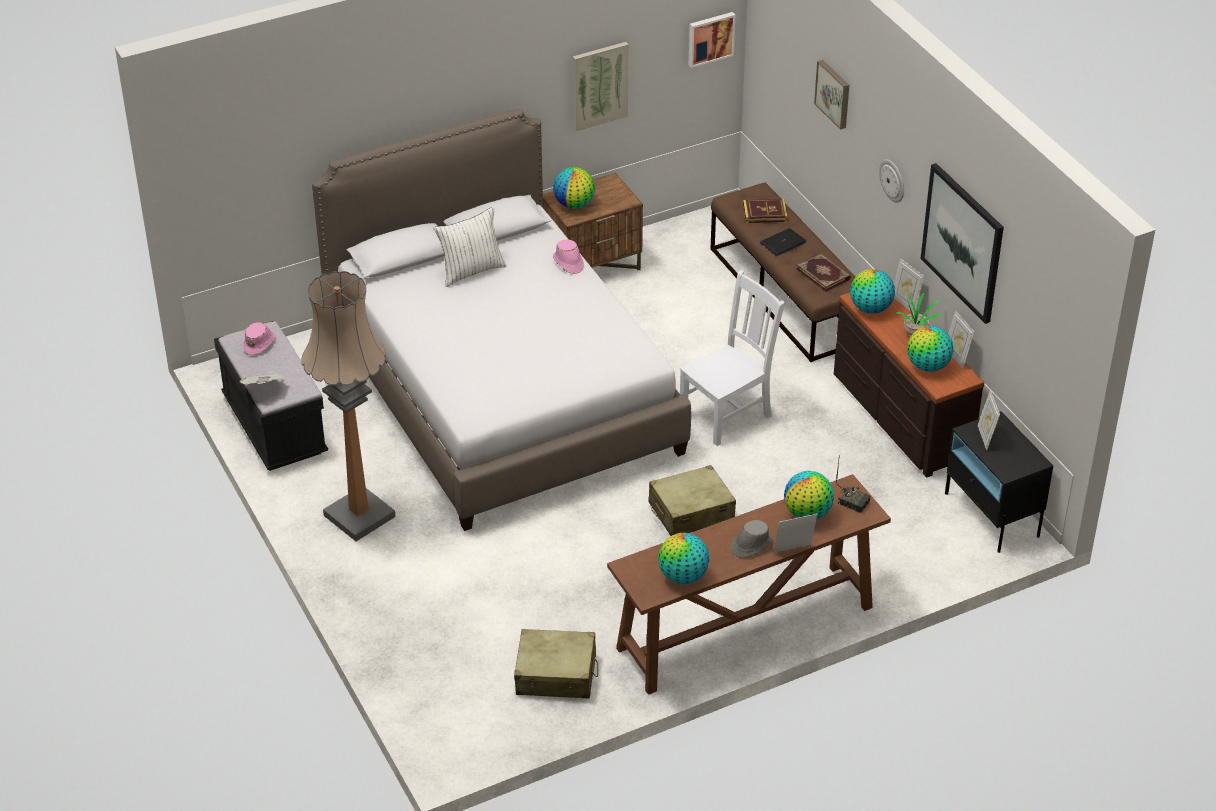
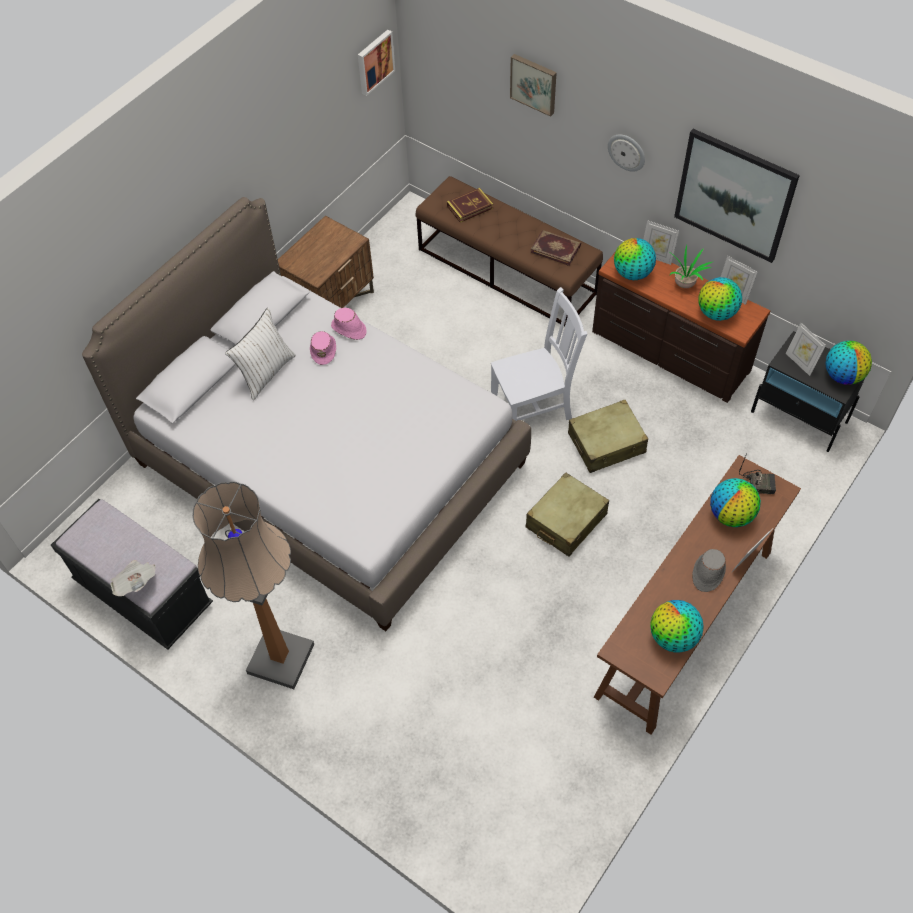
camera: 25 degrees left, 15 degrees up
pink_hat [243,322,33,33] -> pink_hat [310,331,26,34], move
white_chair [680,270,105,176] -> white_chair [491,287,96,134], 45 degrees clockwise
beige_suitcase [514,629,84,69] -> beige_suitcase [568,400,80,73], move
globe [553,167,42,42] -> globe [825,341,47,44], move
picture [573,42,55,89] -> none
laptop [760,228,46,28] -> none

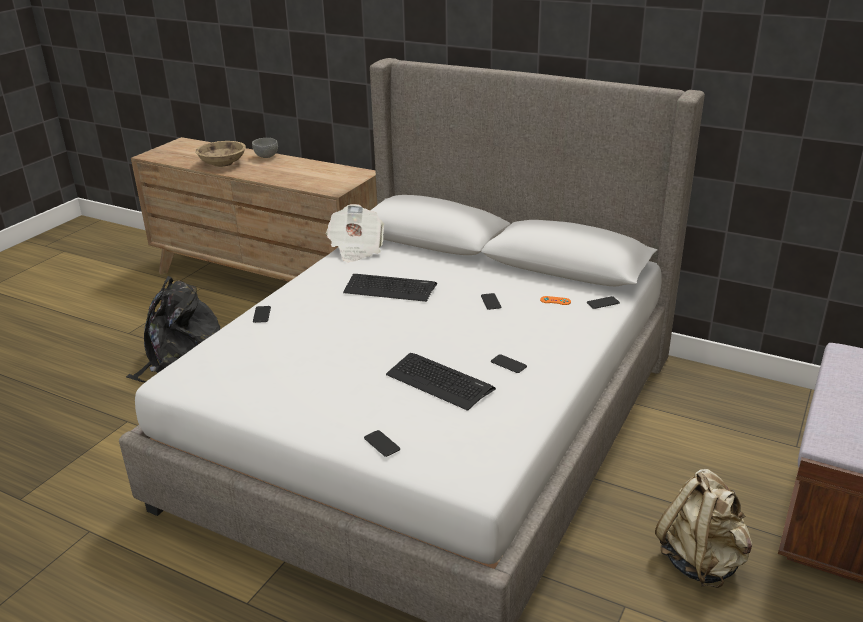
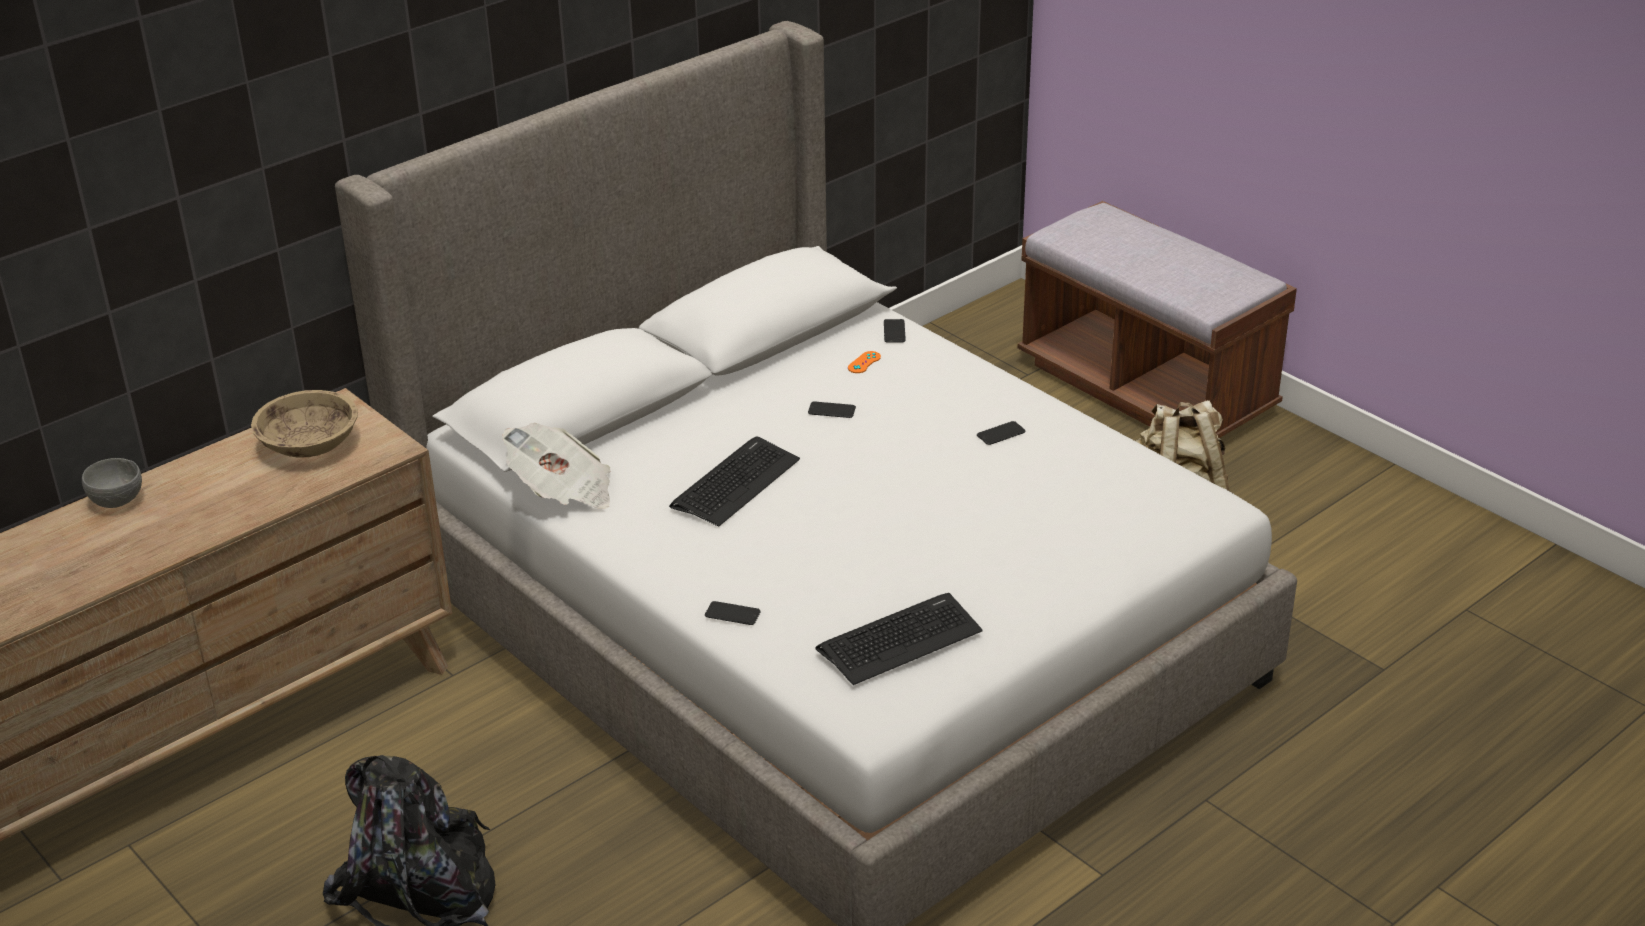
camera: 70 degrees left, 5 degrees up
beige_bowl [195,141,51,26] -> beige_bowl [251,390,107,68], move
keyboard [386,353,110,58] -> keyboard [815,593,167,92], move
phone [364,430,36,27] -> none

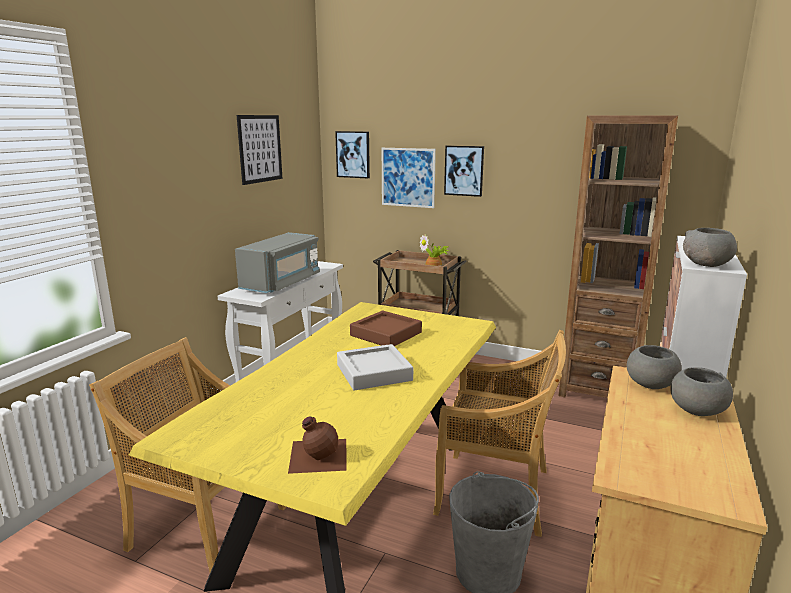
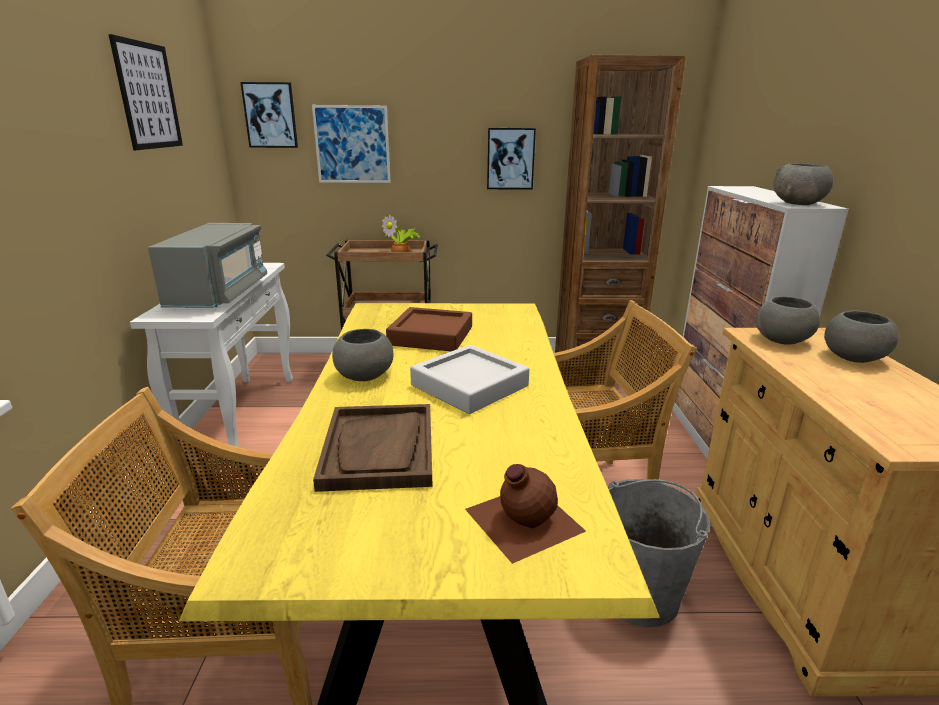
camera: 25 degrees left, 5 degrees up
none -> brown_tray [313,404,120,88]
none -> grey_bowl [332,329,61,52]
picture [444,146,40,51] -> picture [487,128,49,62], move

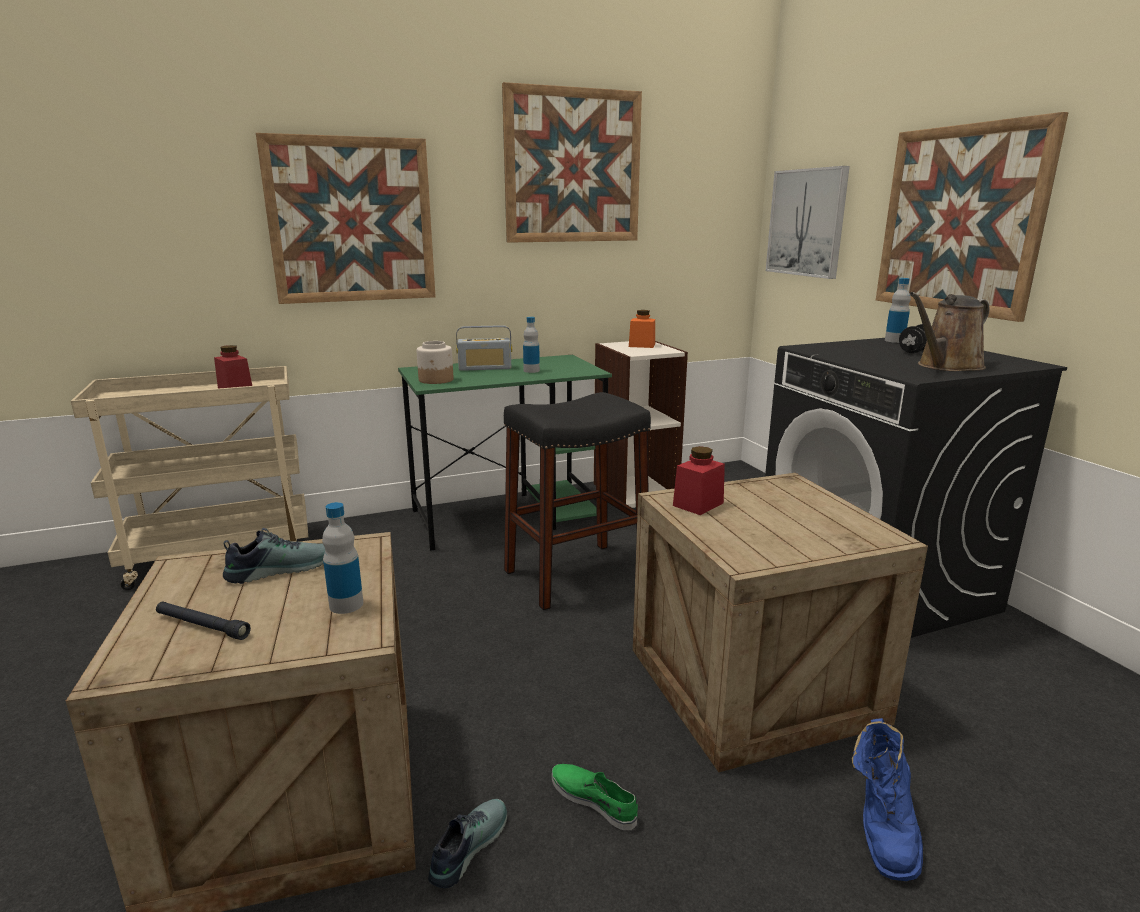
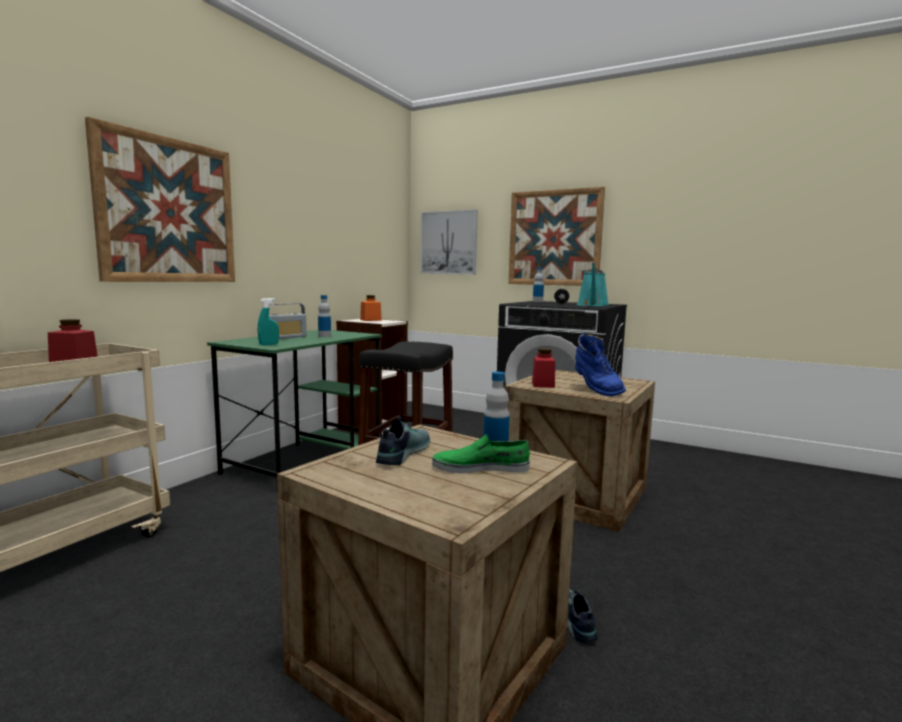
camera: 40 degrees left, 10 degrees down
jar [416,341,37,43] -> turquoise_spray_bottle [258,298,21,47]
green_shoe [552,764,86,66] -> green_shoe [432,434,98,40], move
blue_boot [852,718,71,163] -> blue_boot [575,334,51,62], move
brown_watering_can [910,292,80,80] -> turquoise_watering_can [577,263,31,43]
black_flashlight [156,602,95,38] -> none
picture [502,82,140,161] -> none

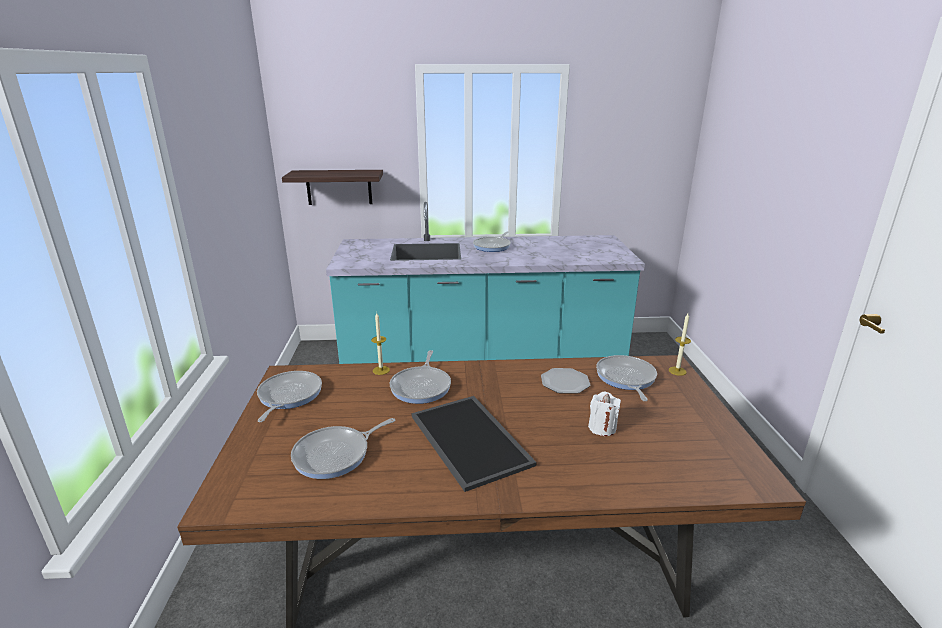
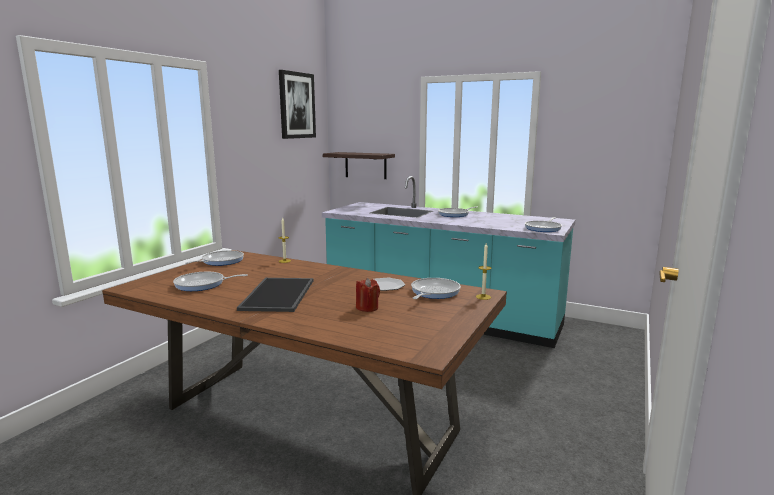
camera: 30 degrees right, 10 degrees down
none -> picture [279,70,37,69]
white_candle [588,392,33,44] -> red_candle [356,278,24,34]
frying_pan [390,350,61,54] -> frying_pan [525,217,37,15], move

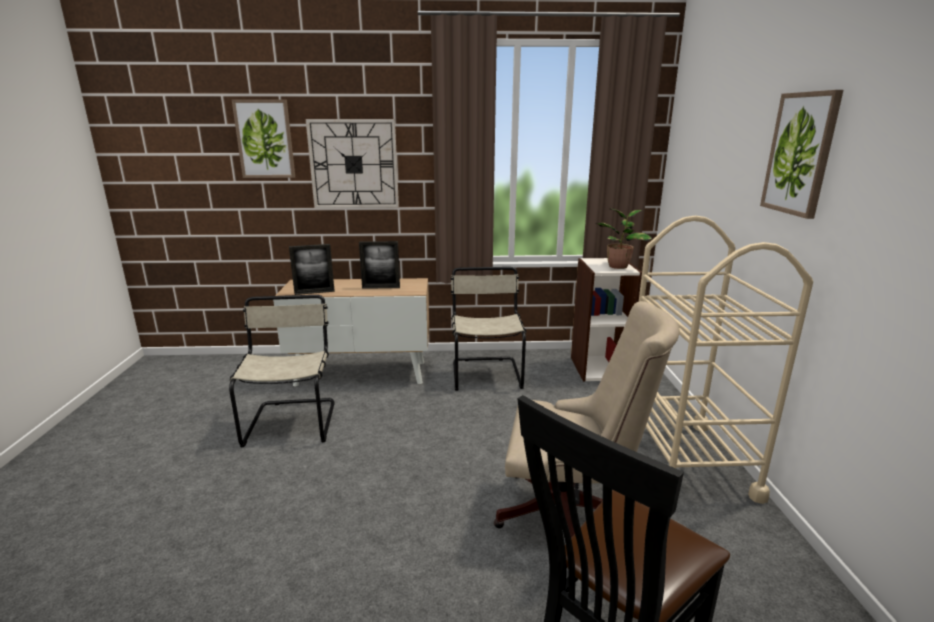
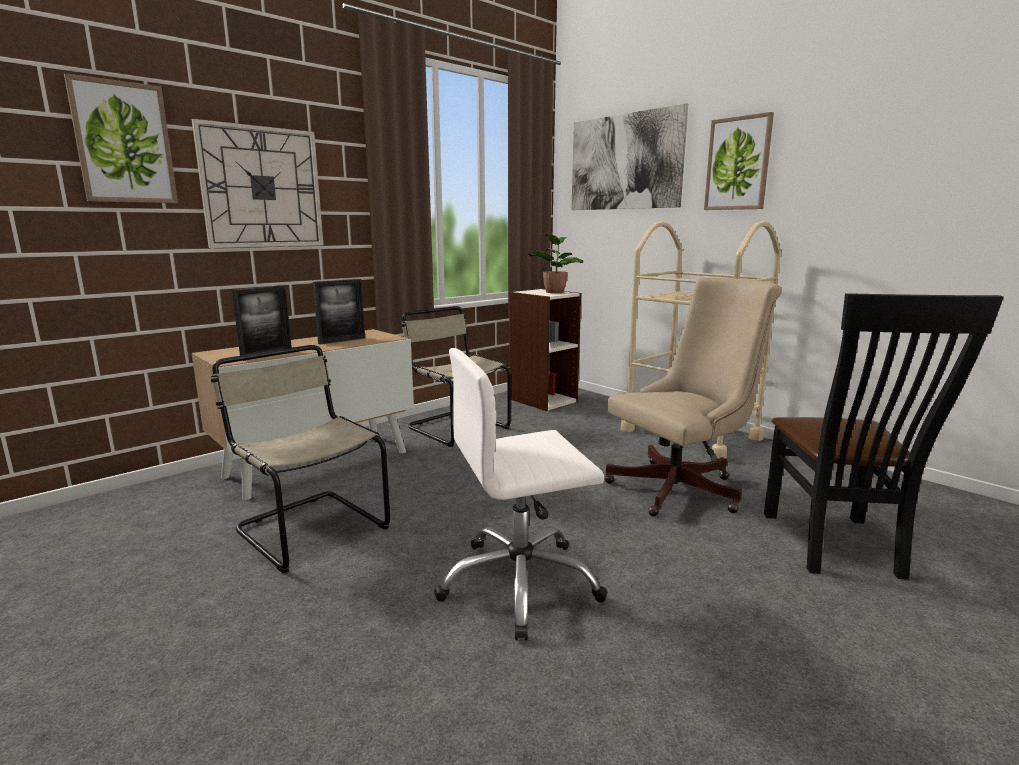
camera: 40 degrees left, 5 degrees down
none -> white_office_chair [434,348,173,292]
none -> picture [571,103,117,107]

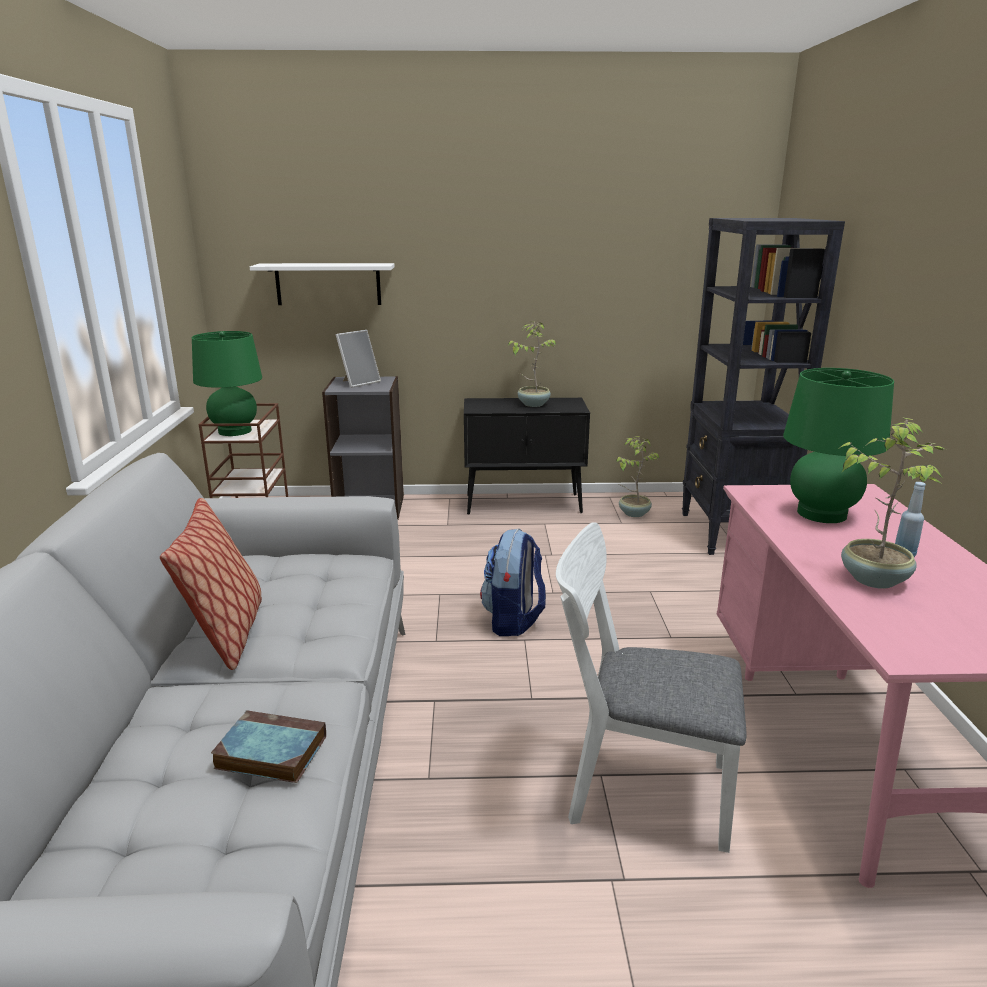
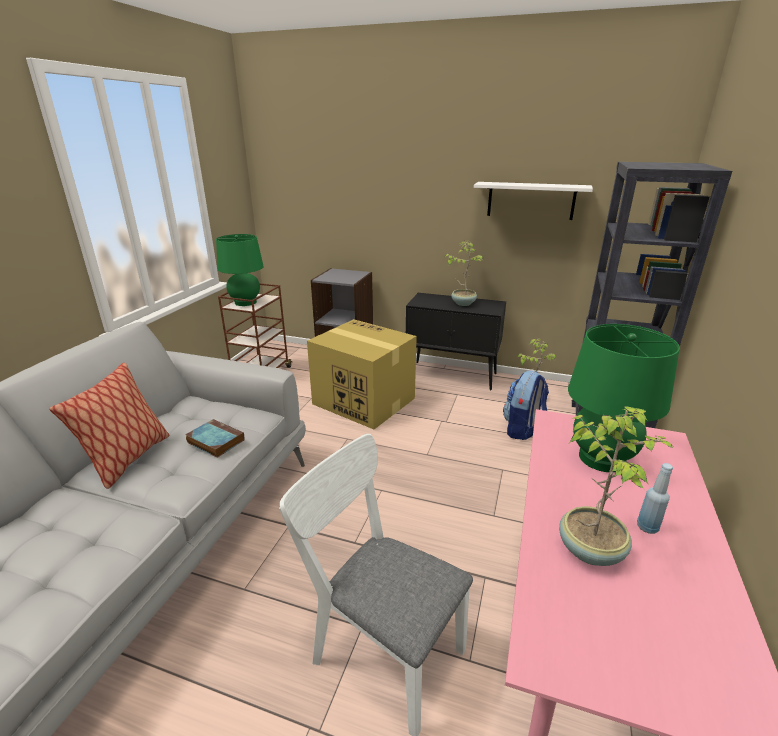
camera: 20 degrees right, 5 degrees up
book [211,710,115,73] -> book [185,419,60,39], move
none -> cardboard_box [307,319,110,110]
white_shelf [250,263,145,42] -> white_shelf [474,182,119,38], move
backpack [480,529,66,107] -> backpack [503,370,46,70], move
picture_frame [336,330,45,58] -> none

